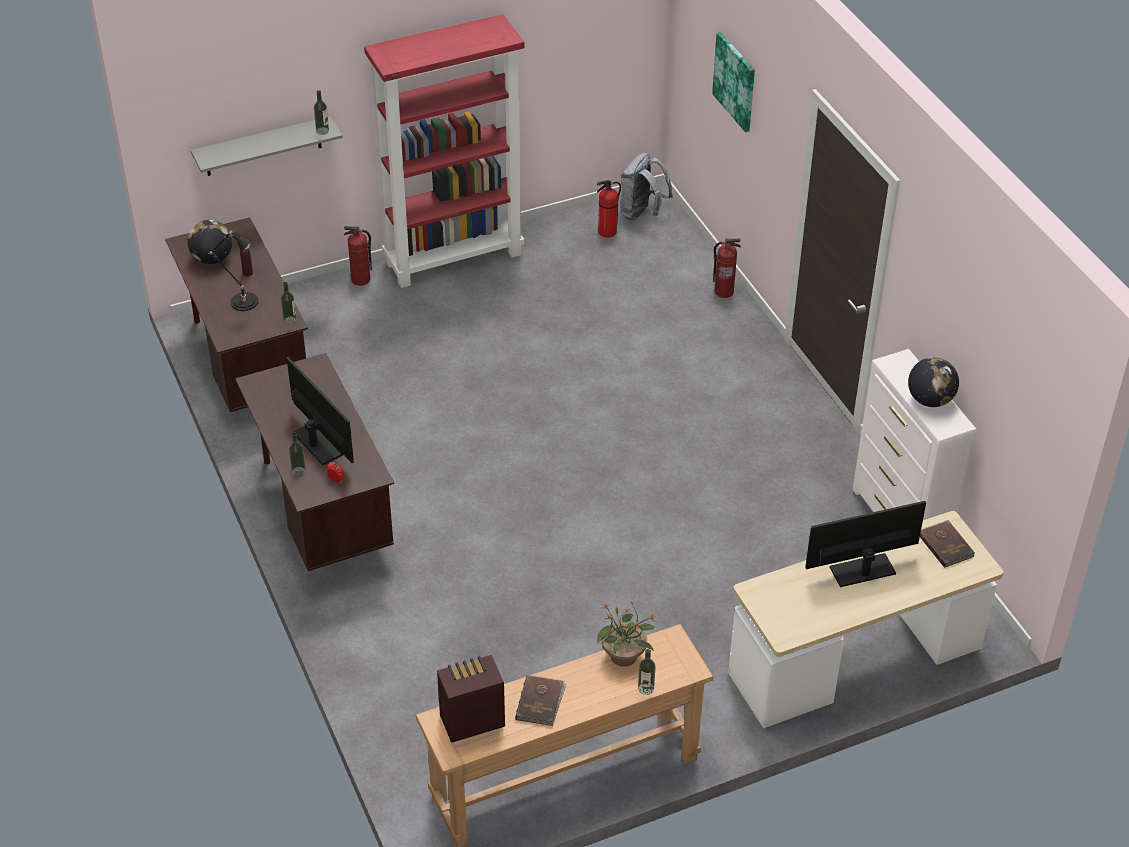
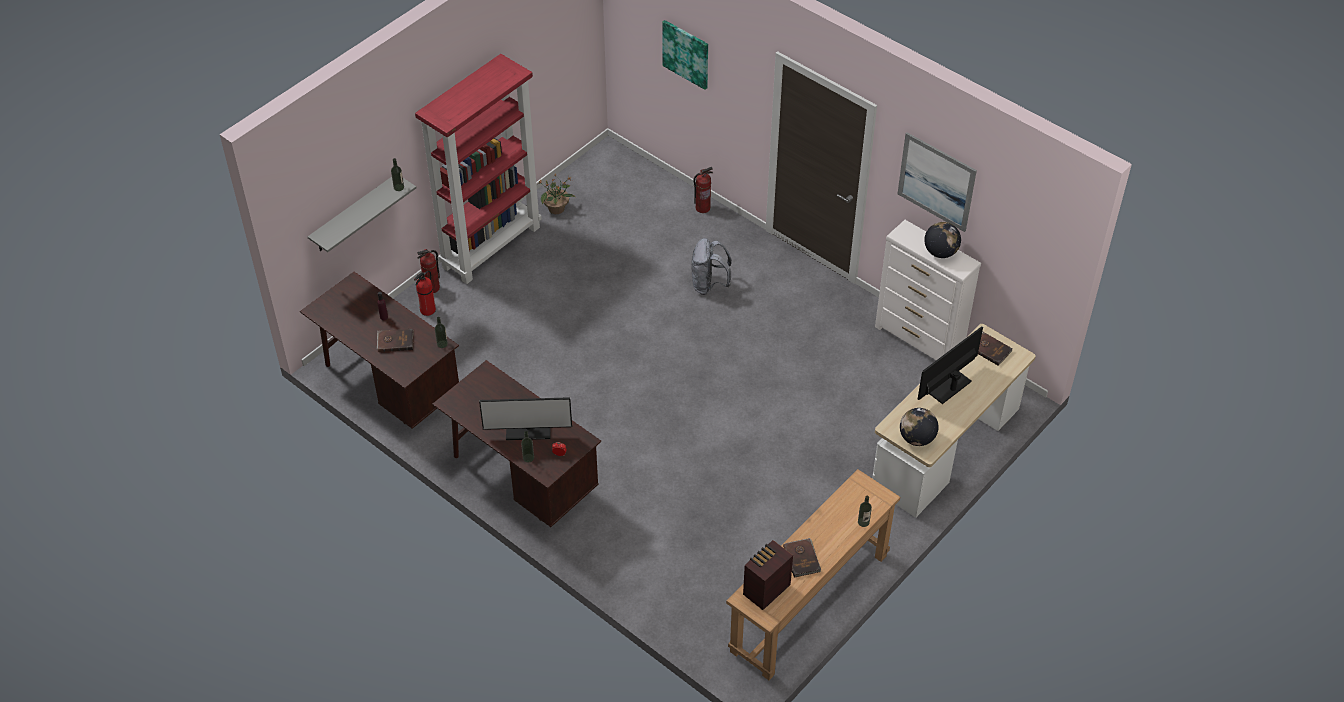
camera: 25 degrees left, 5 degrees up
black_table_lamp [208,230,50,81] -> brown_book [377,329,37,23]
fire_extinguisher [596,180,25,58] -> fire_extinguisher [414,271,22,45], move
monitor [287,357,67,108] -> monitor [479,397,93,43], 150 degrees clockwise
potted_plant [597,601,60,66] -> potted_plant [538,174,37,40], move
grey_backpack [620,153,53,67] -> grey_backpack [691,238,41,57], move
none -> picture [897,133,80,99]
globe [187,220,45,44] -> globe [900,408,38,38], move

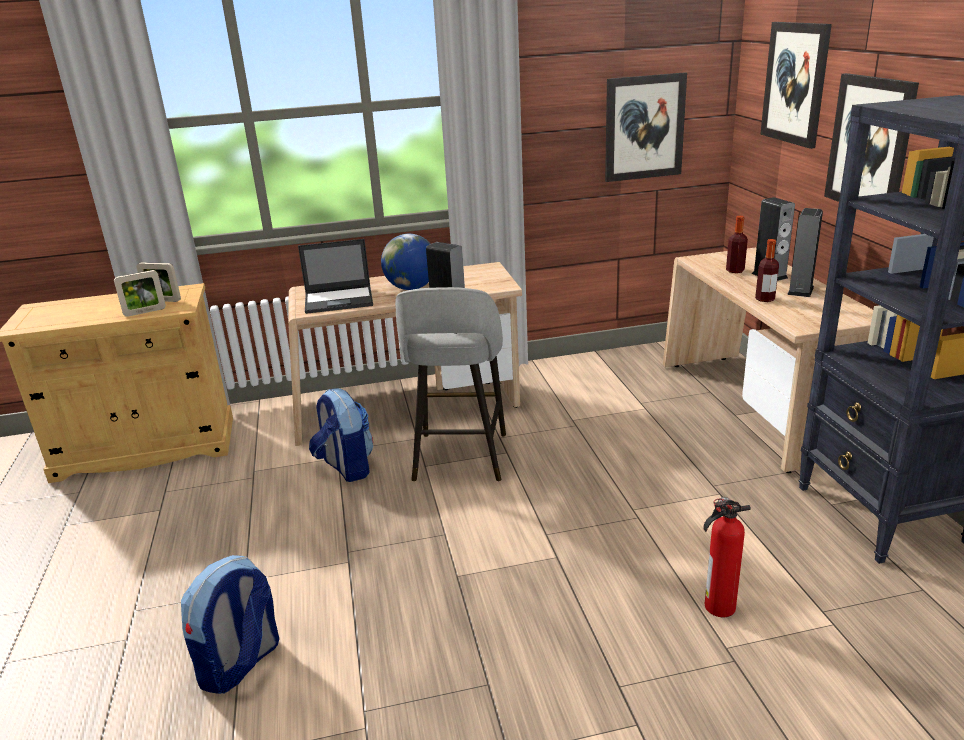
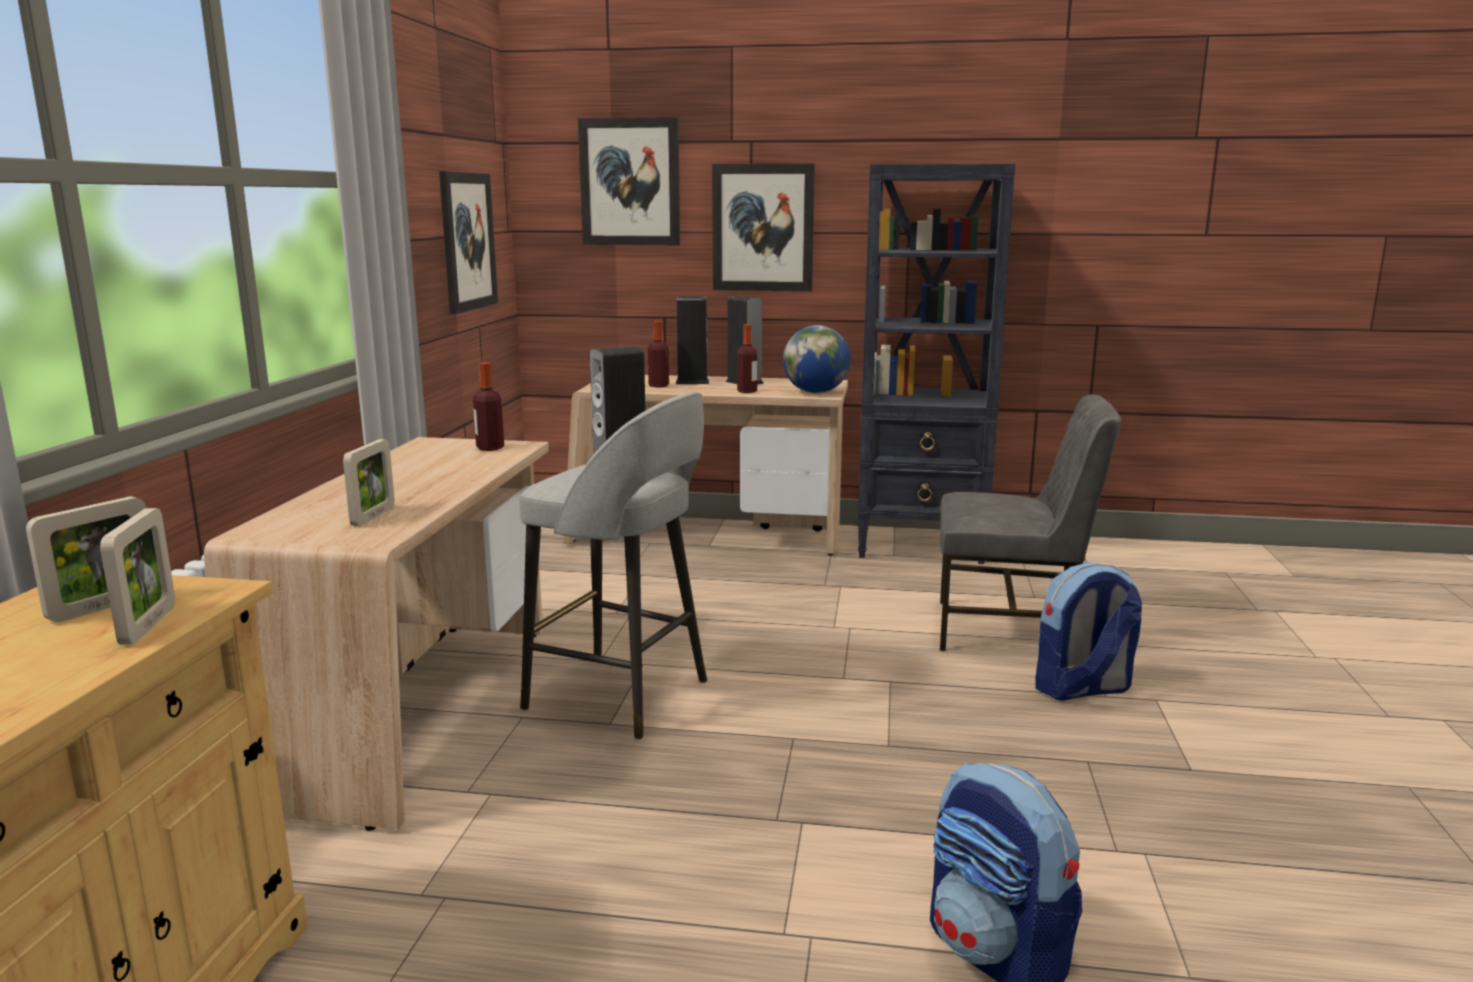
camera: 70 degrees left, 10 degrees down
laptop [298,239,75,75] -> picture_frame [343,439,52,87]
none -> bottle [473,362,31,89]
globe [381,234,49,56] -> globe [783,325,67,68], move
fire_extinguisher [703,497,48,120] -> grey_chair [940,395,181,256]
backpack [309,388,64,94] -> backpack [1036,562,106,139], move

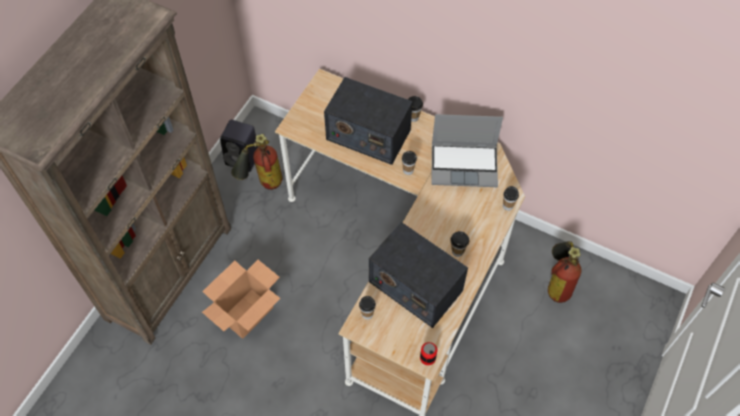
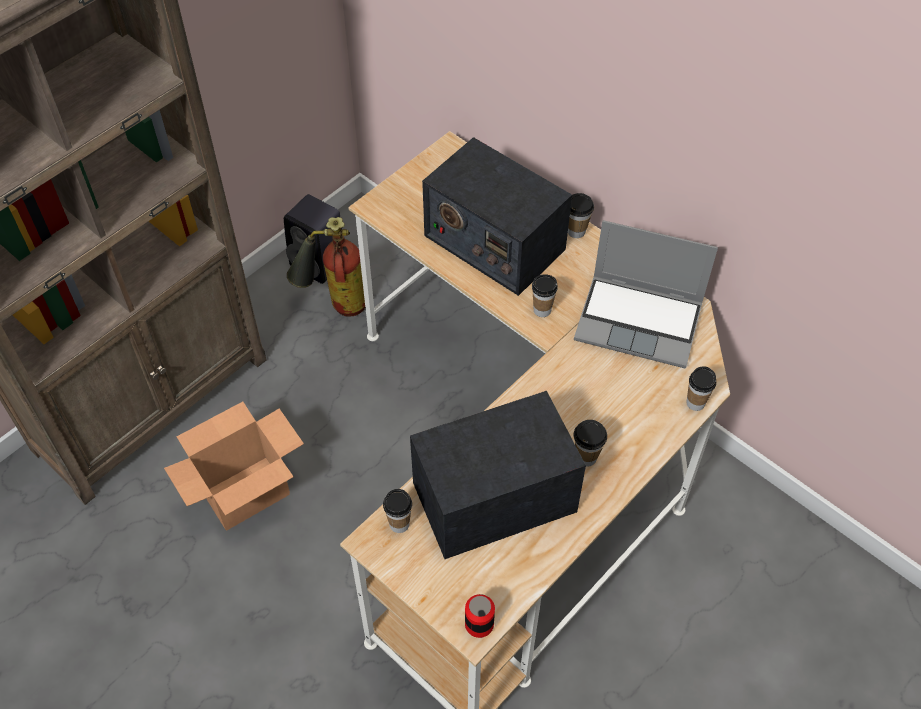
camera: 15 degrees right, 5 degrees down
radio [369,222,99,106] -> radio [410,391,176,168], 105 degrees clockwise
fire_extinguisher [548,241,33,62] -> none

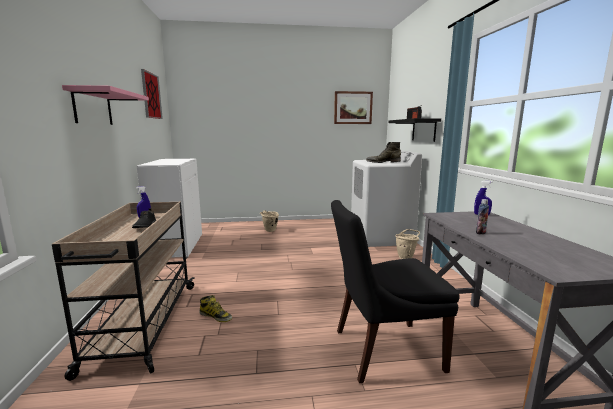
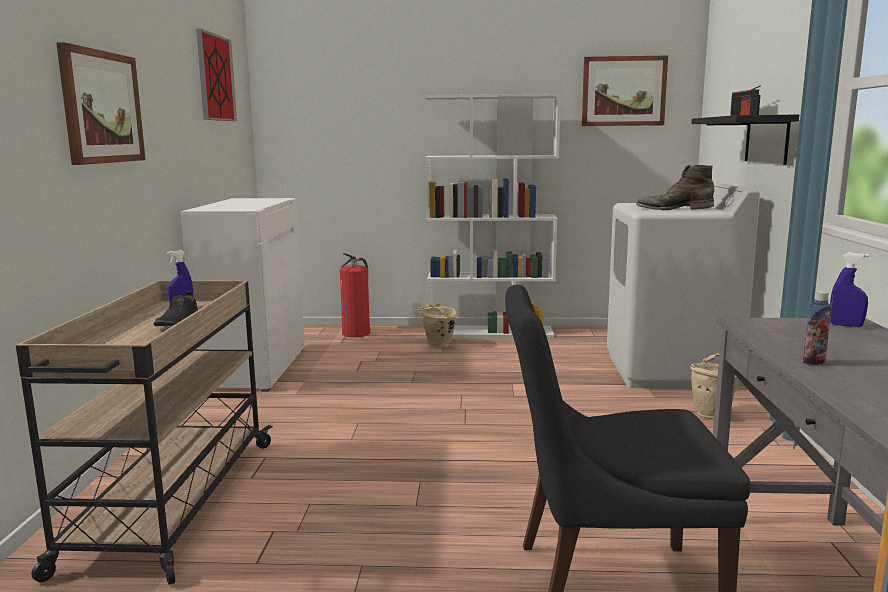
camera: 10 degrees right, 0 degrees up
pink_shelf [62,85,87,40] -> picture [57,42,89,123]
none -> fire_extinguisher [340,253,30,84]
none -> white_bookcase [424,93,137,244]
boot [199,295,33,27] -> none

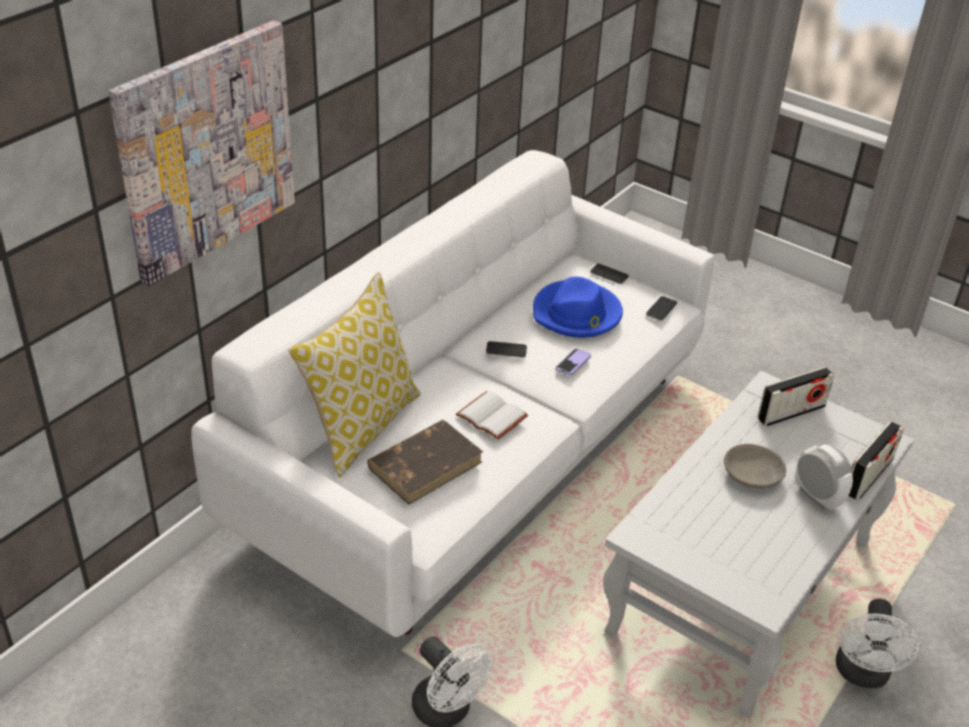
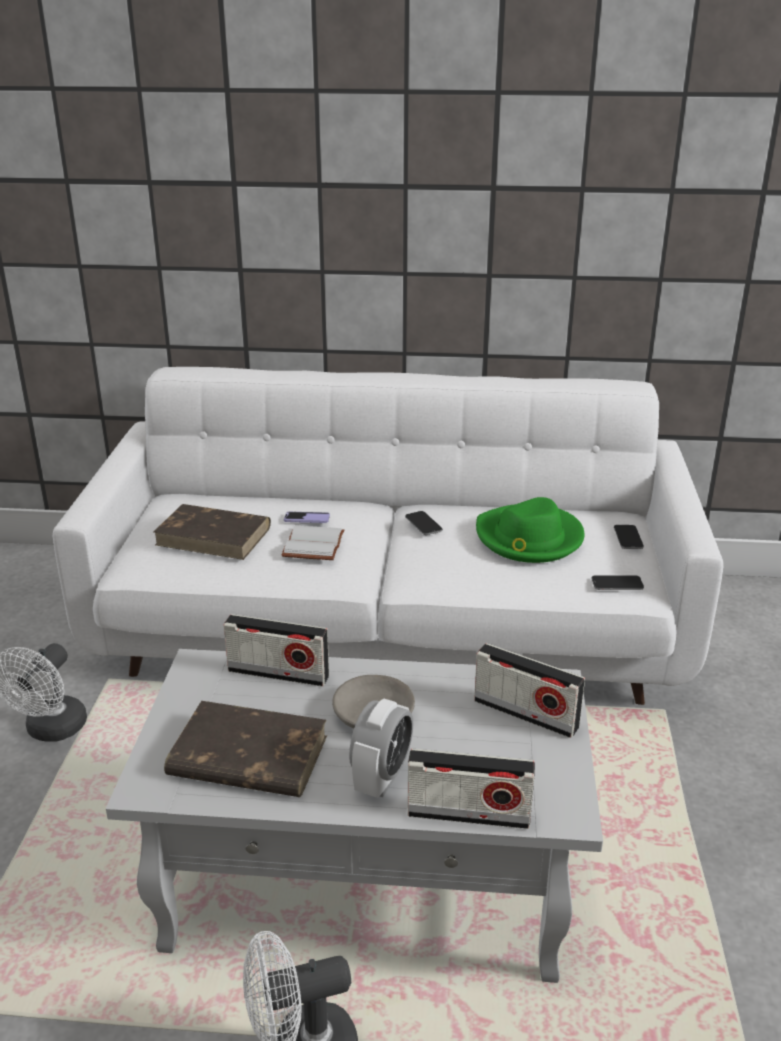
camera: 60 degrees right, 10 degrees down
none -> brown_book [164,701,163,96]
none -> radio [224,614,105,73]
phone [555,349,36,26] -> phone [284,512,46,11], move
blue_hat [533,277,90,61] -> green_hat [476,497,108,66]
picture [108,20,187,266] -> none
pillow [289,272,132,205] -> none

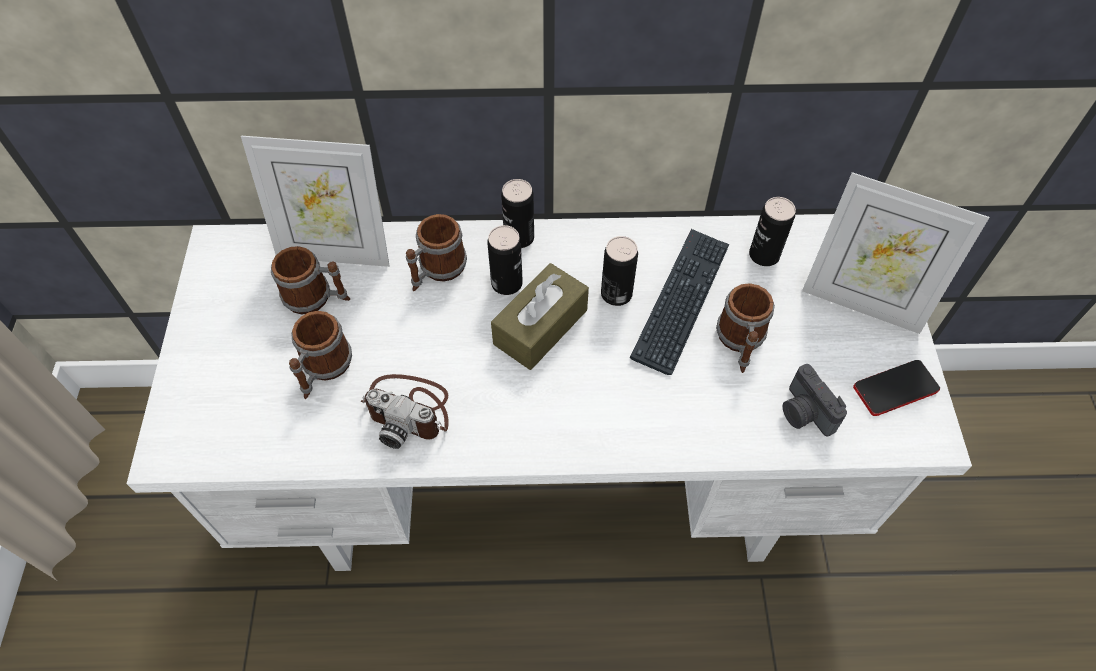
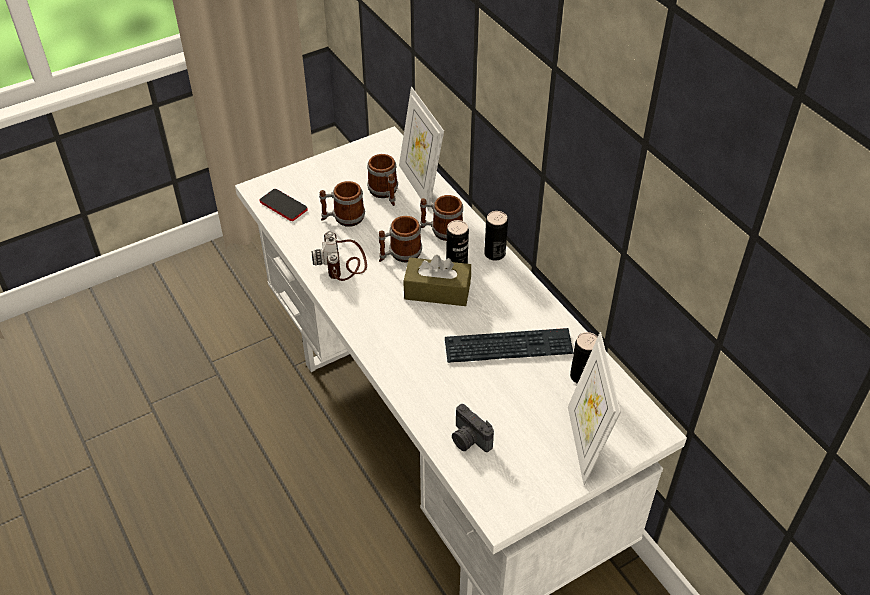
camera: 60 degrees right, 10 degrees down
phone [853,360,87,56] -> phone [260,189,48,32], move
mug [716,283,59,90] -> mug [378,216,44,47], move
photo_camera [783,364,64,73] -> photo_camera [452,404,42,48], 75 degrees counterclockwise
can [601,236,37,70] -> none

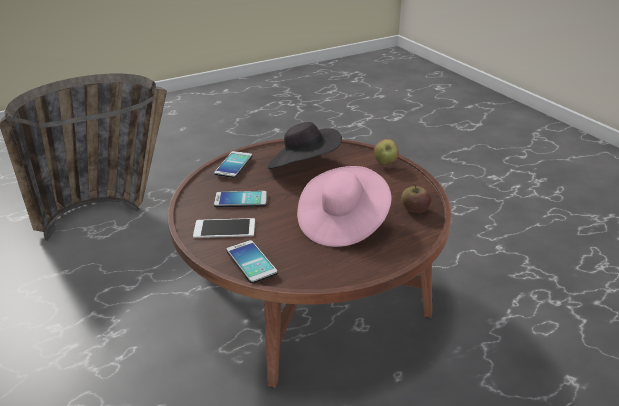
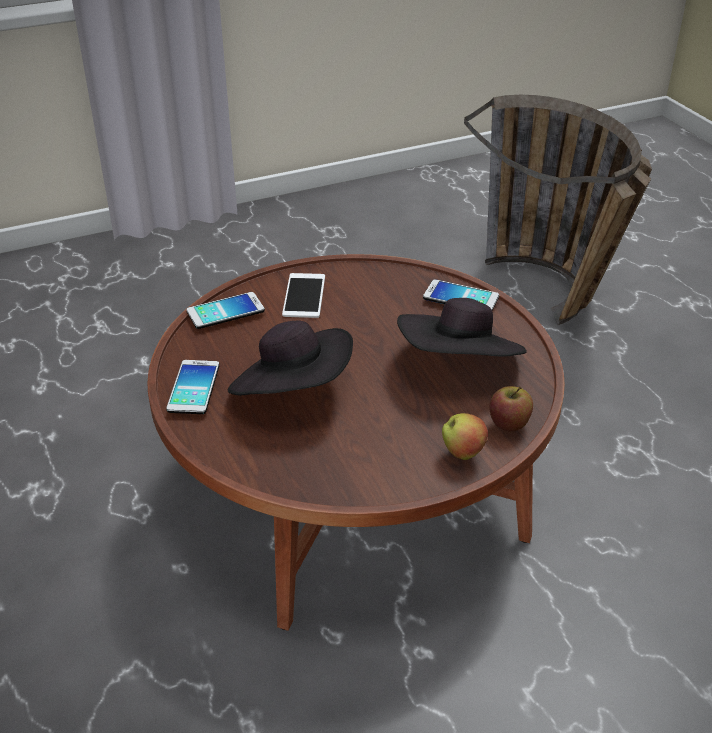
camera: 95 degrees right, 5 degrees up
phone [214,191,53,16] -> phone [166,360,53,54], move
pink_hat [297,166,94,81] -> black_hat [228,321,125,75]
apple [401,184,30,29] -> apple [489,386,44,45], move

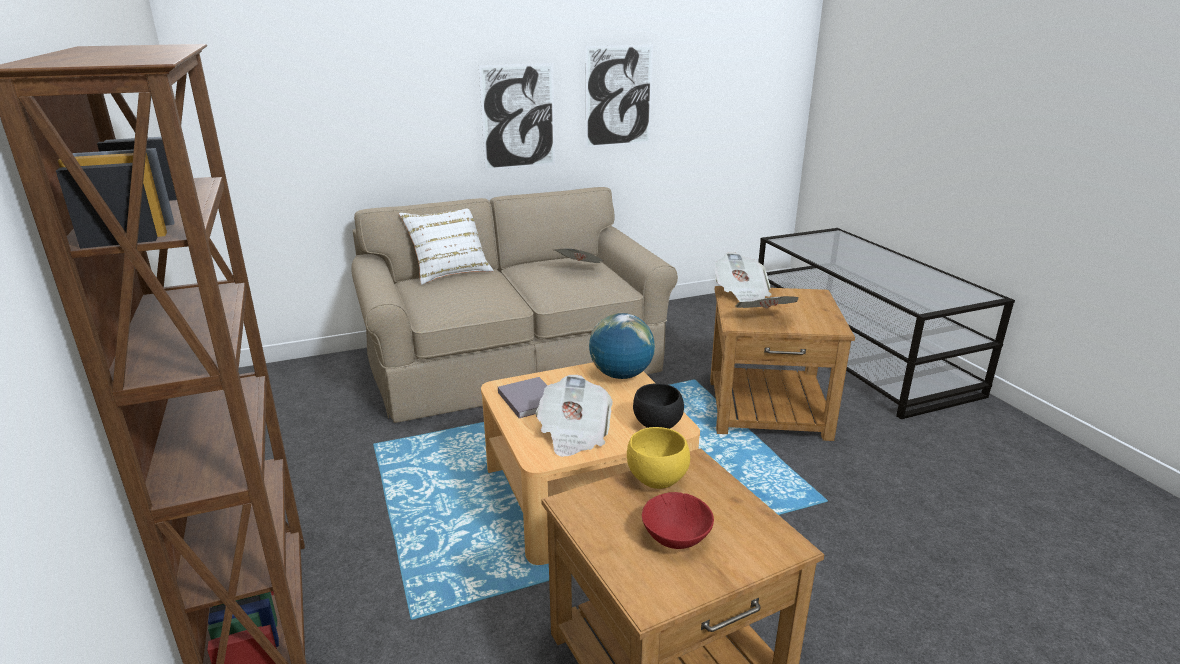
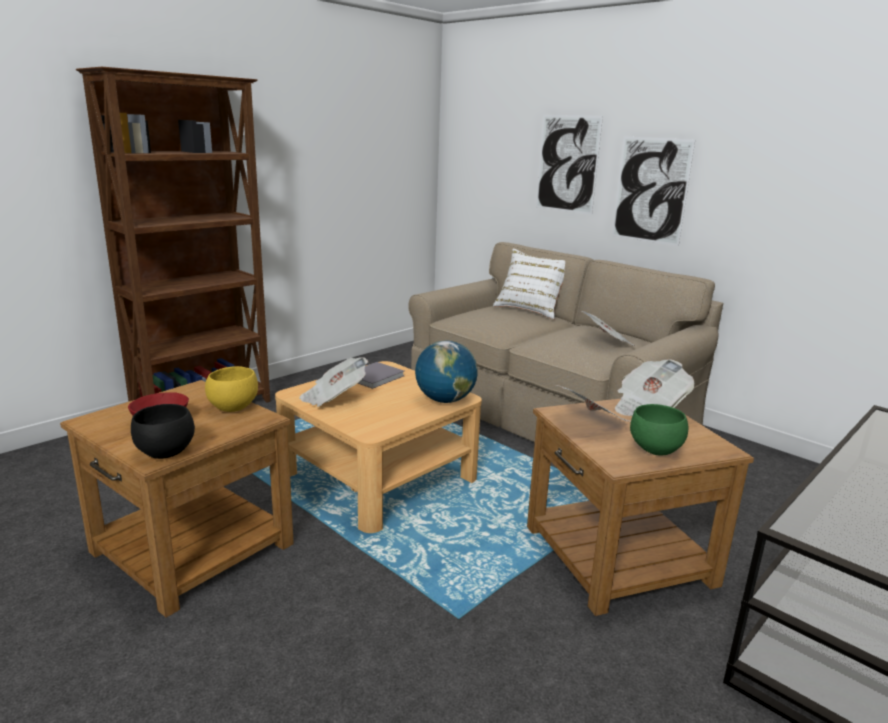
camera: 65 degrees right, 5 degrees down
black_bowl [633,383,51,46] -> black_bowl [131,404,64,55], move
picture [585,44,68,104] -> picture [536,115,67,100], move
none -> green_bowl [630,404,58,51]

